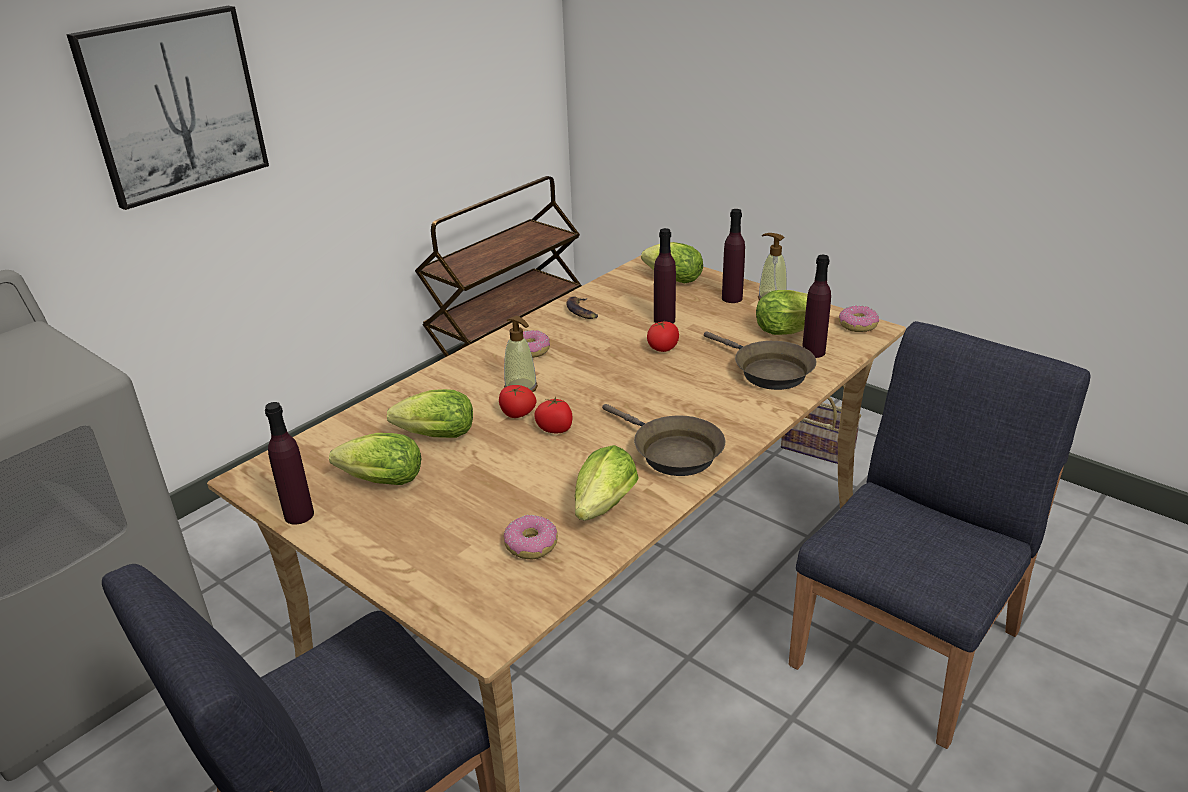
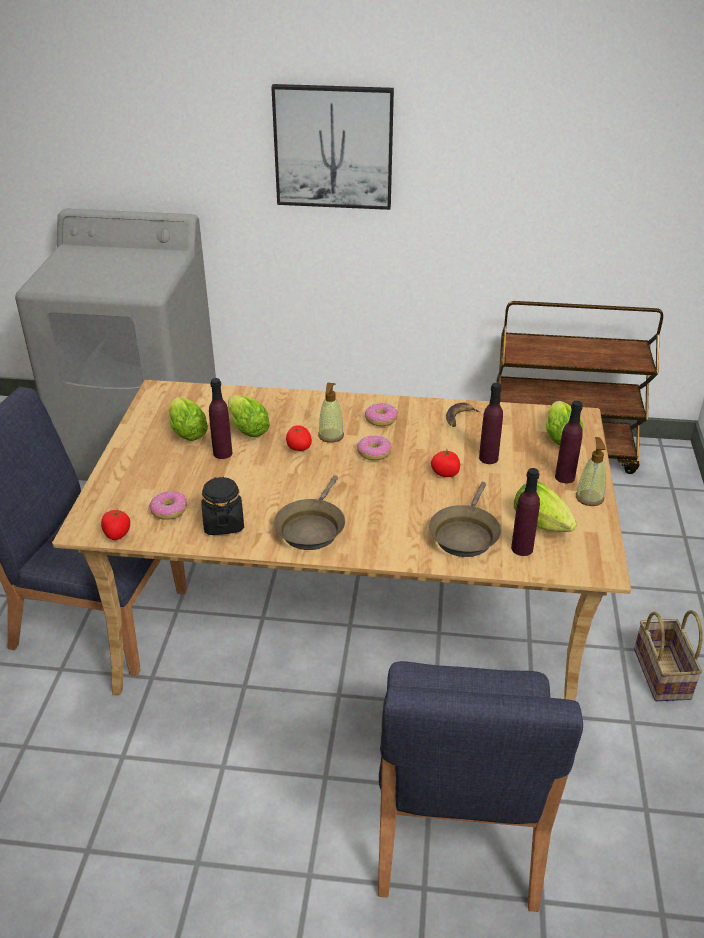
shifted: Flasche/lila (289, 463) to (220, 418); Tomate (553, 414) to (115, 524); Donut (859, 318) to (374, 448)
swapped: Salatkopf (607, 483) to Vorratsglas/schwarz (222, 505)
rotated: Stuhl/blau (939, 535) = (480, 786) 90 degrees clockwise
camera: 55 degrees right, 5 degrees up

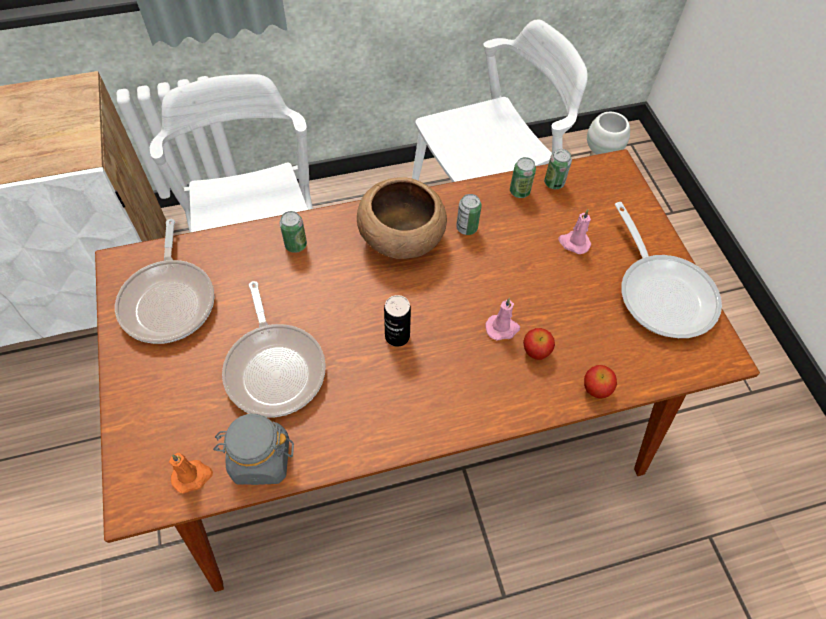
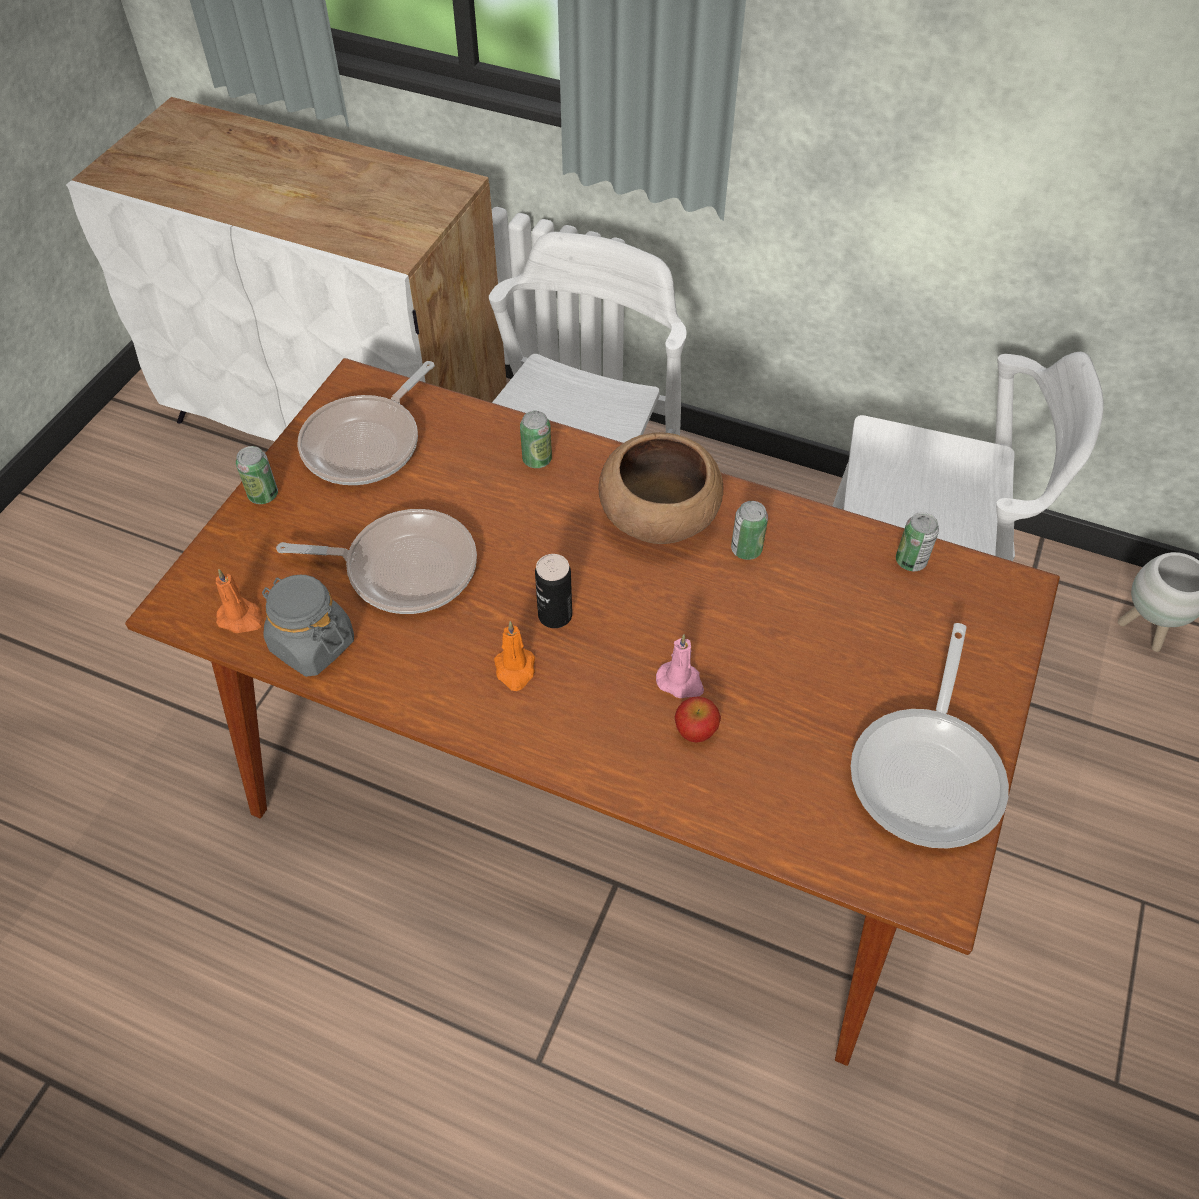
gone: Kerze/rosa (574, 231); Apfel (600, 382)
new: Kerze/orange (514, 656)
shifted: Dose (523, 177) to (257, 475)
rotated: Pfanne (274, 349) = (376, 561) 105 degrees counterclockwise
camera: 40 degrees right, 5 degrees down

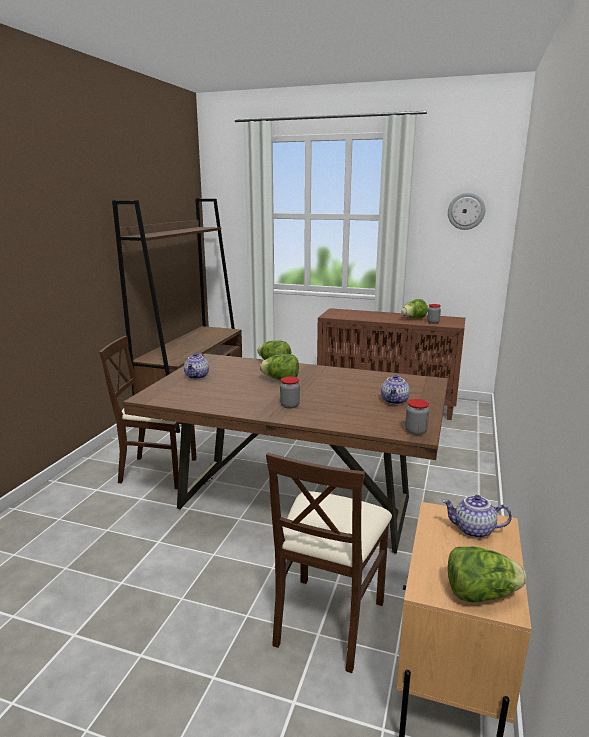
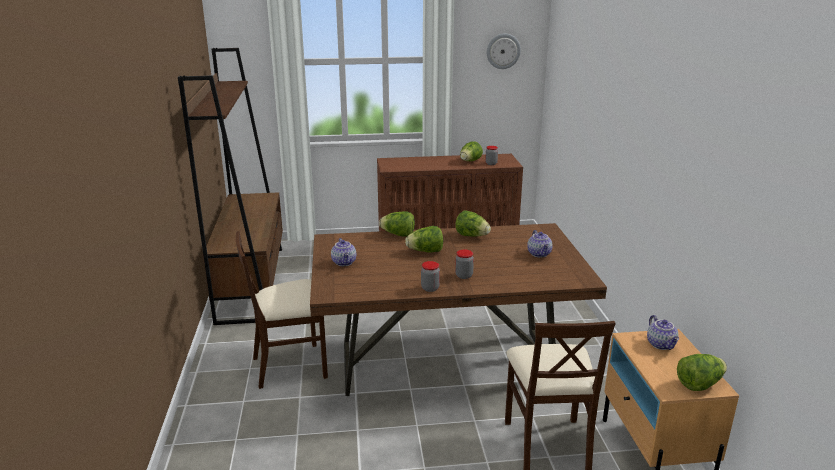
new: Salatkopf (473, 224)
shifted: Vorratsglas (417, 417) to (430, 276)
rotated: Teekanne (477, 516) = (663, 332) 90 degrees counterclockwise
camera: 25 degrees left, 5 degrees up

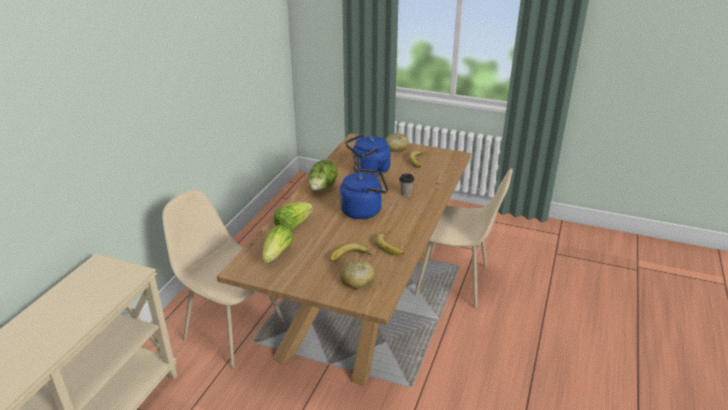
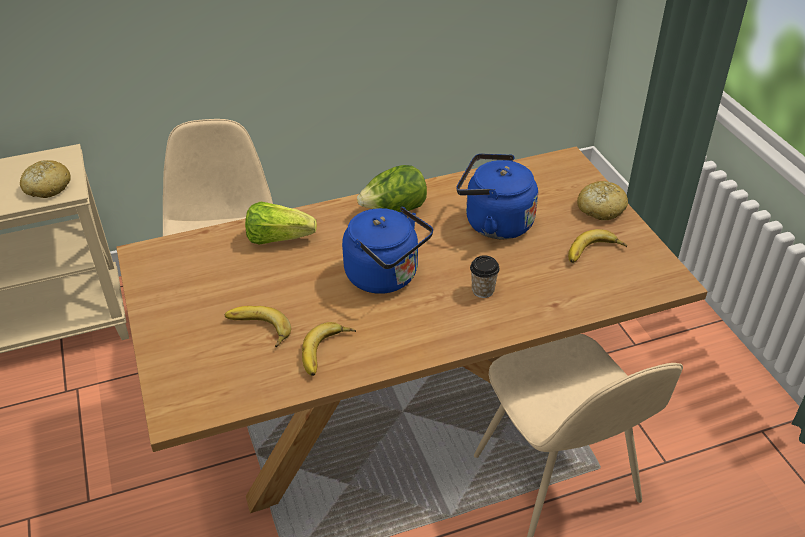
gone: Salatkopf (278, 243)
shifted: Brot (357, 274) to (45, 179)
camera: 50 degrees right, 10 degrees up

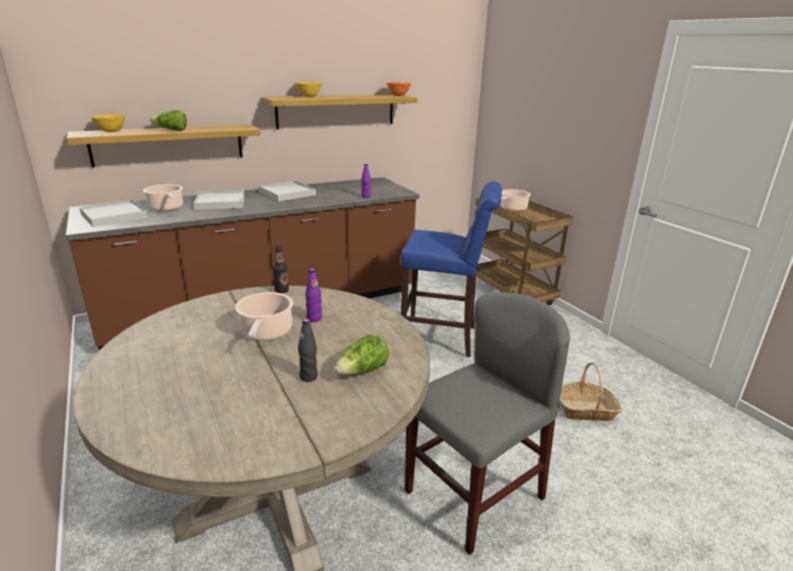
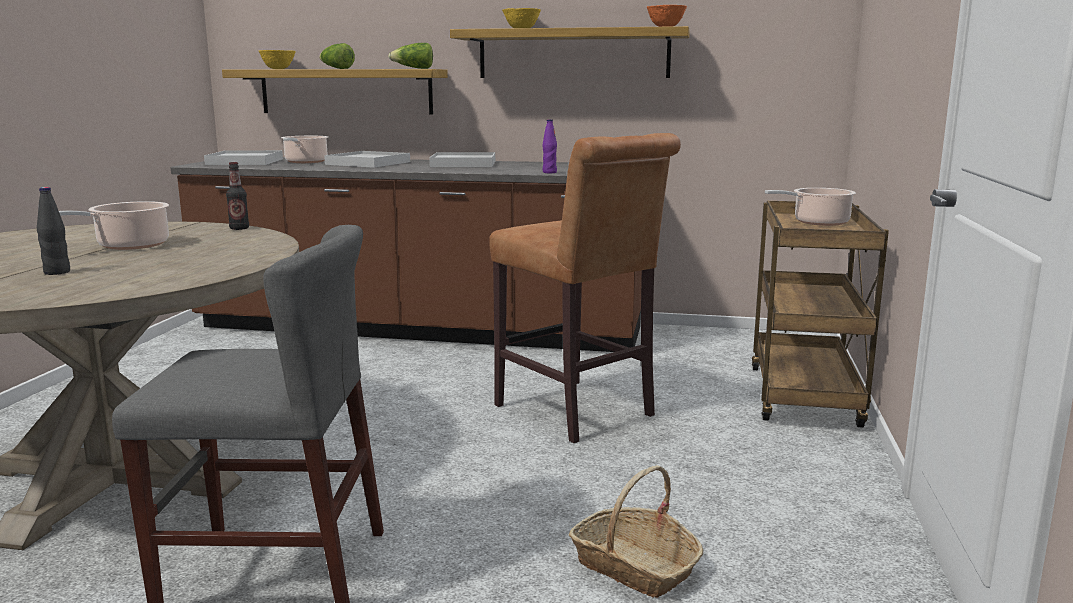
gone: Flasche/lila (313, 295)
shifted: Salatkopf (361, 355) to (410, 56)
repainted: Hocker/blau (451, 269) to Hocker/braun (585, 288)
camera: 40 degrees right, 10 degrees down

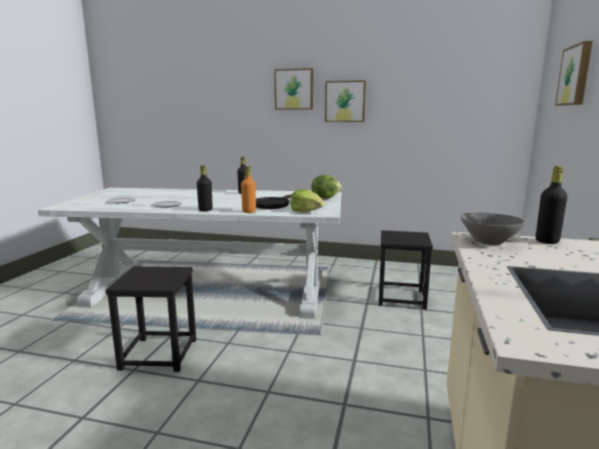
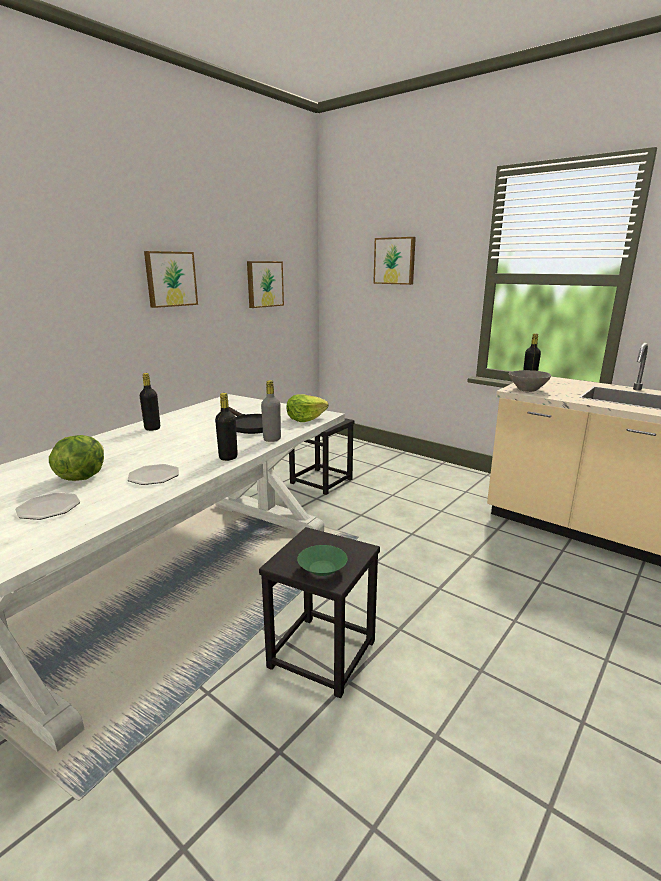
new: Schüssel/grün (322, 560)
shifted: Bild (293, 88) to (265, 284); Salatkopf (326, 187) to (76, 458)
repainted: Flasche/orange (248, 189) to Flasche/grau (271, 411)
camera: 65 degrees left, 5 degrees up

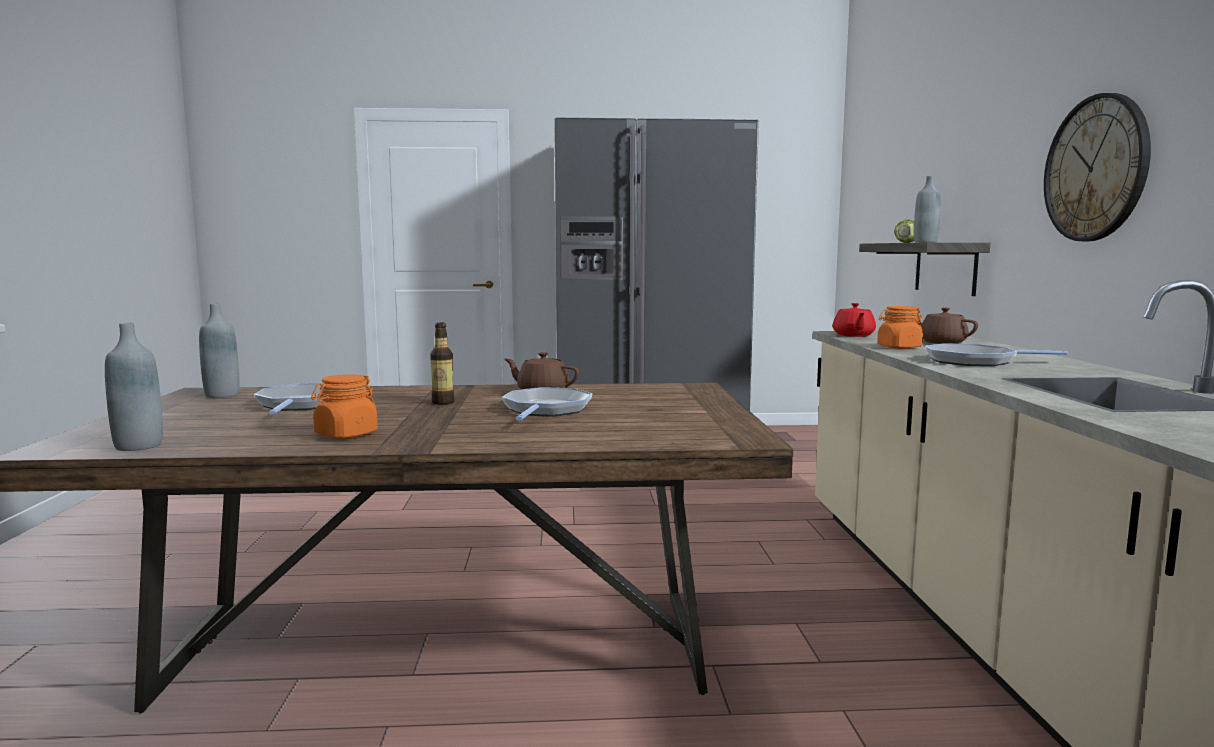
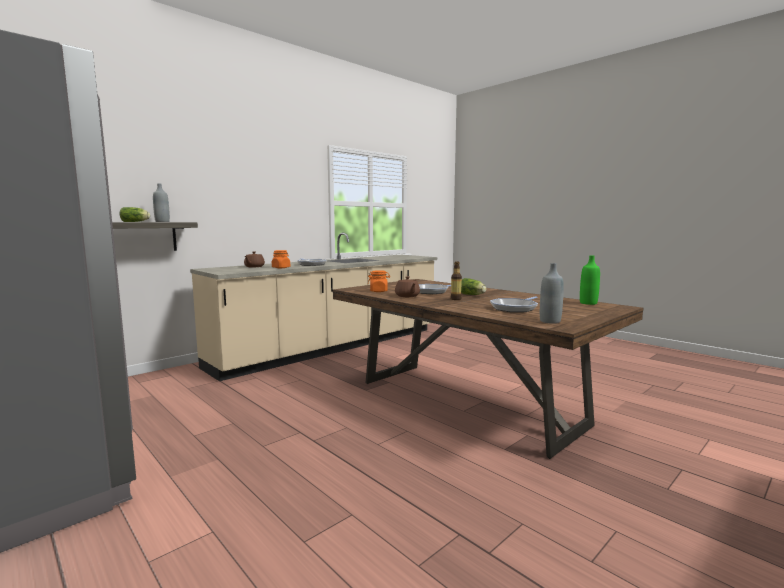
gone: Teekanne/rot (854, 320); Wanduhr (1097, 167)
new: Salatkopf (473, 286)
shifted: Vorratsglas/orange (344, 406) to (379, 281)
repainted: Flasche/grau (134, 387) to Flasche/grün (590, 280)
camera: 130 degrees left, 0 degrees up

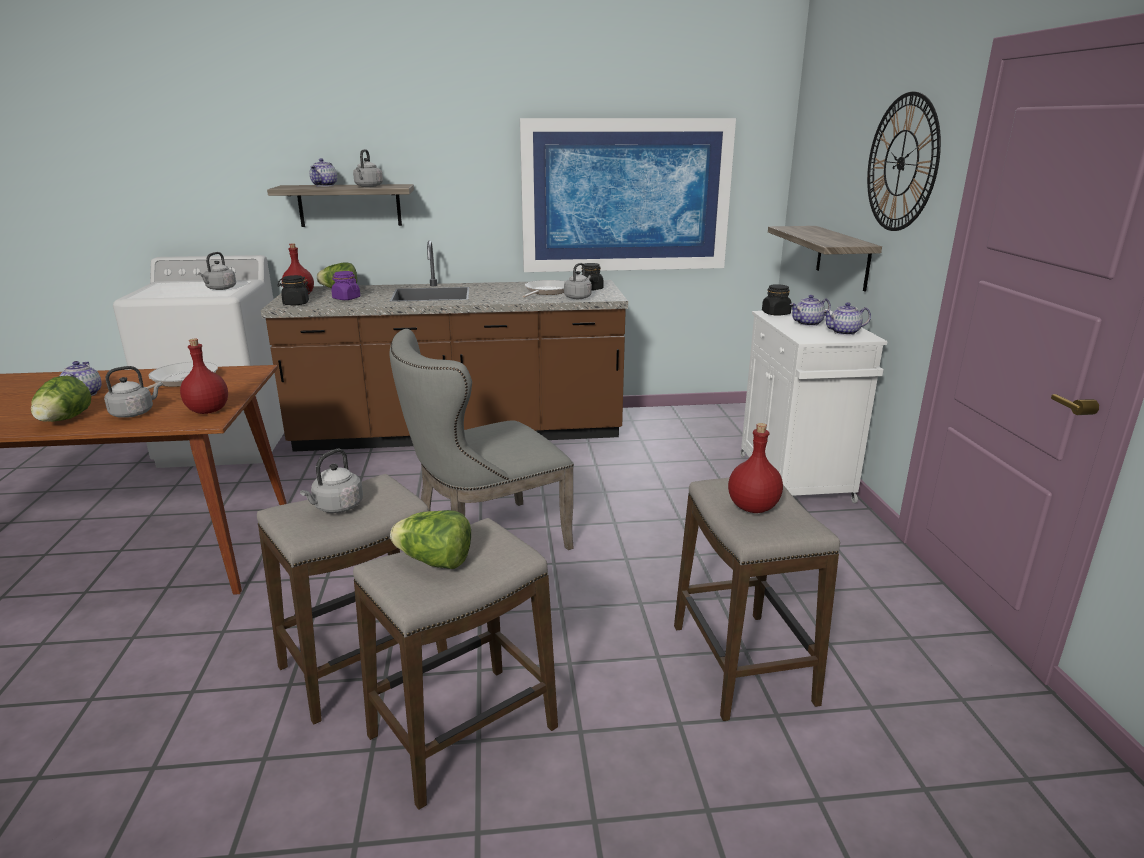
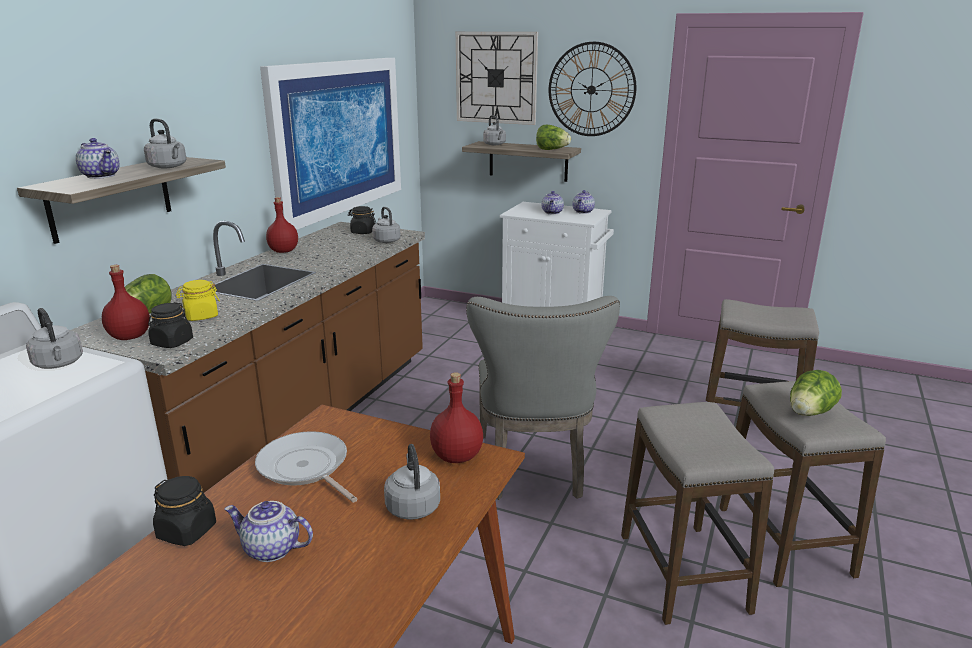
gone: Pfanne (543, 289)
new: Wanduhr (497, 78)
shifted: Salatkopf (61, 398) to (553, 137); Wasserkessel/grau (331, 481) to (494, 130); Flasche/rot (755, 468) to (282, 225); Vorratsglas/schwarz (777, 300) to (184, 511)
repainted: Vorratsglas/lila (346, 285) to Vorratsglas/gelb (198, 300)
camera: 60 degrees left, 0 degrees up

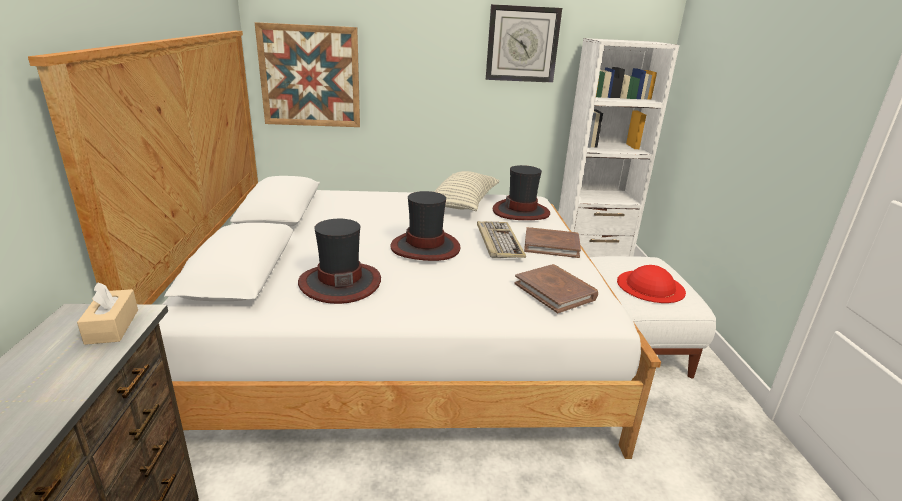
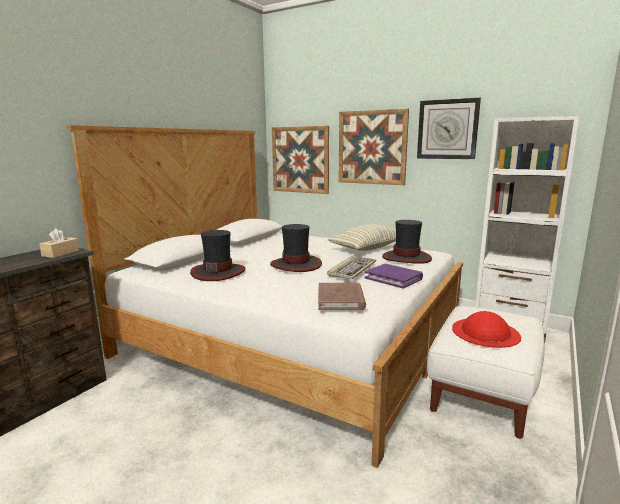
new: Bild (374, 147)
repainted: Buch/braun (552, 242) to Buch/lila (394, 276)
camera: 35 degrees right, 10 degrees down

